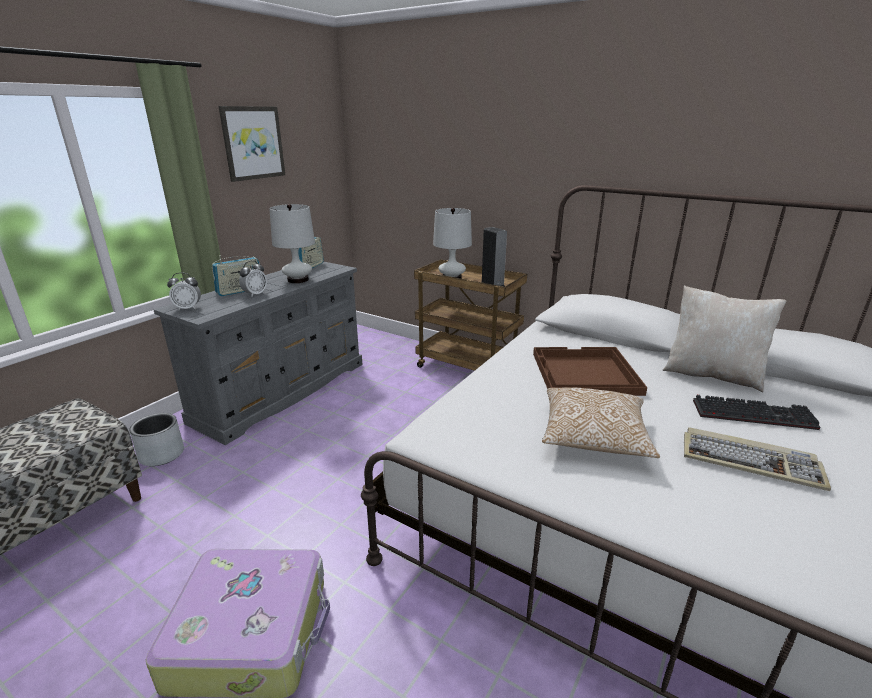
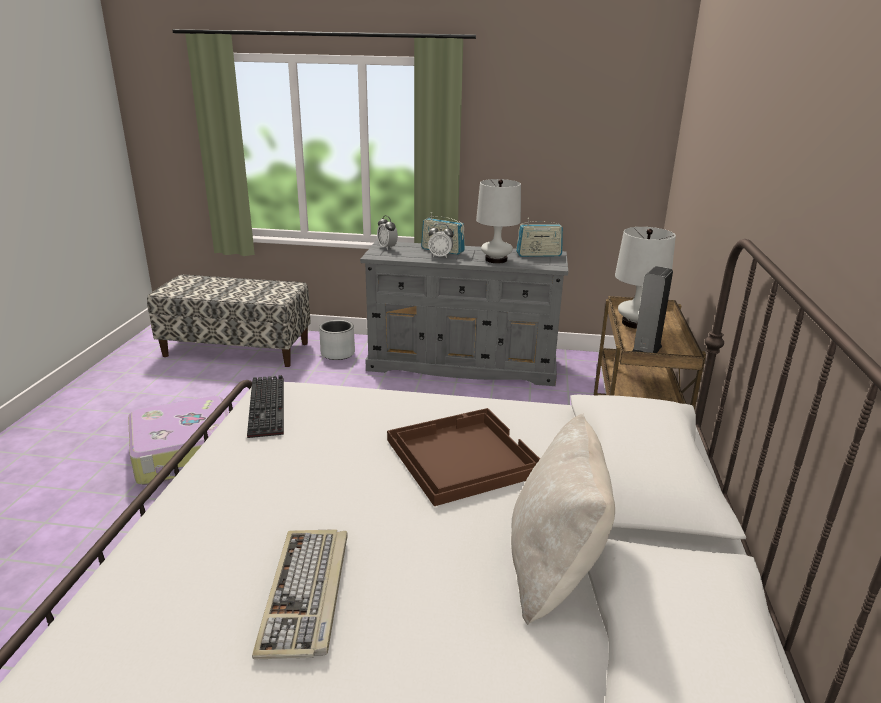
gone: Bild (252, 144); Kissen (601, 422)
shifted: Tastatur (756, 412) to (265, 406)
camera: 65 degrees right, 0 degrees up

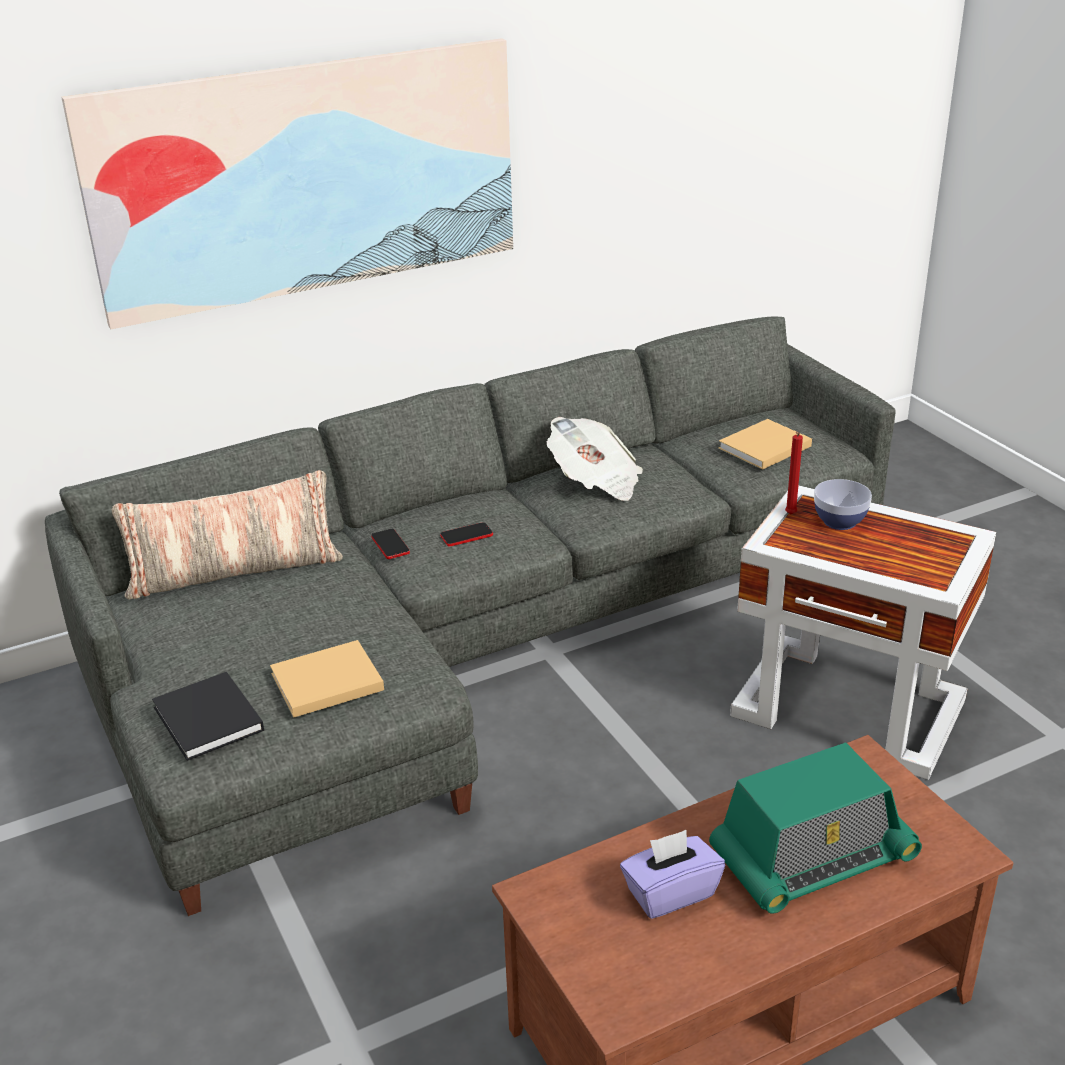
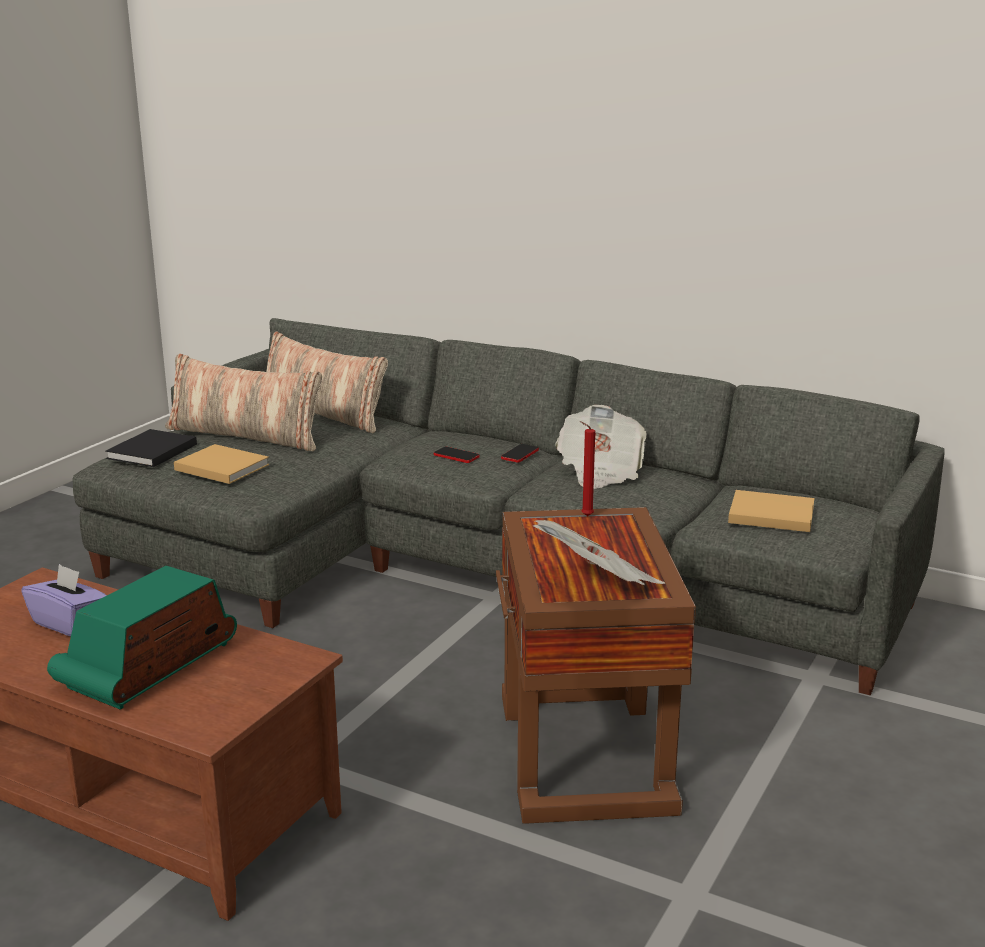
gone: Bild (287, 183); Schüssel (843, 504)
new: Kissen (243, 402); Zeitung (599, 552)
shifted: Handy (390, 544) to (520, 453)
repainted: Beistelltisch/weiß (863, 632) to Beistelltisch/braun (596, 665)
rotated: Radio (815, 828) = (142, 637) 90 degrees clockwise
camera: 55 degrees right, 10 degrees down

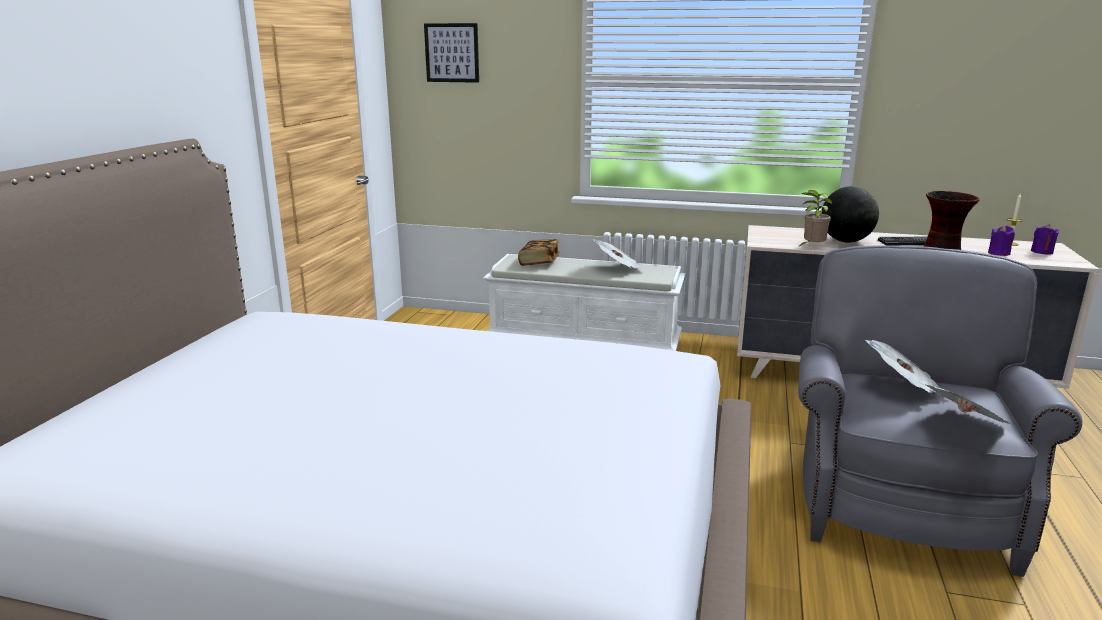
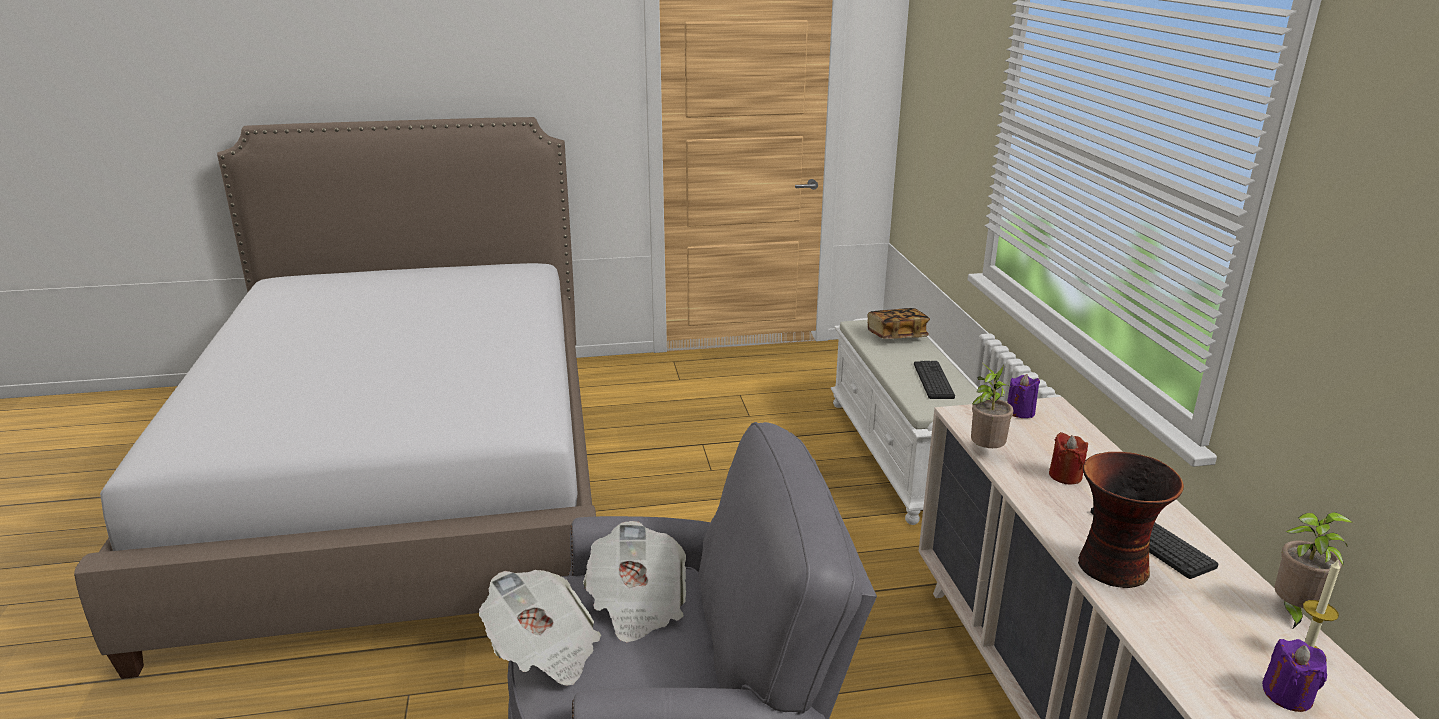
gone: Bild (451, 53)
new: Topfpflanze (1314, 571)
shifted: Kerze/lila (1001, 240) to (1023, 396)
swapped: Zeitung (618, 255) to Tastatur (934, 380); Globus (850, 214) to Kerze/rot (1068, 458)
camera: 65 degrees right, 5 degrees up

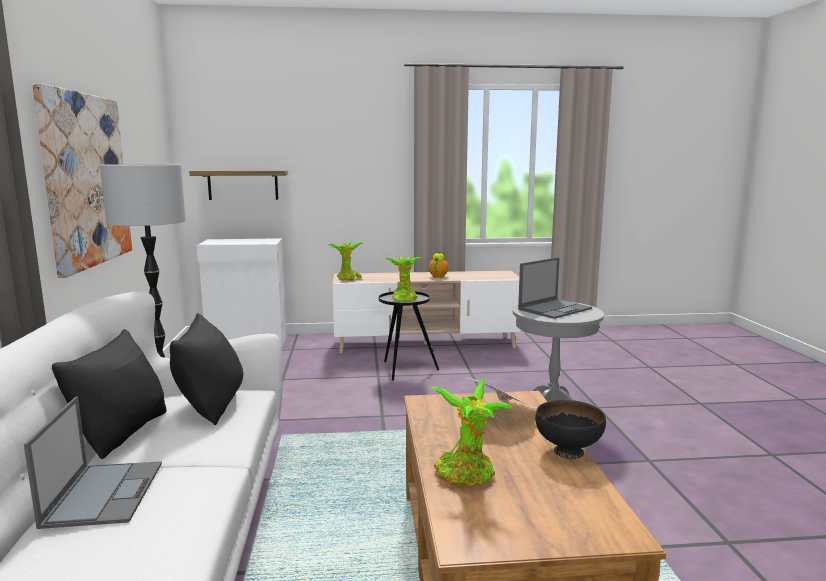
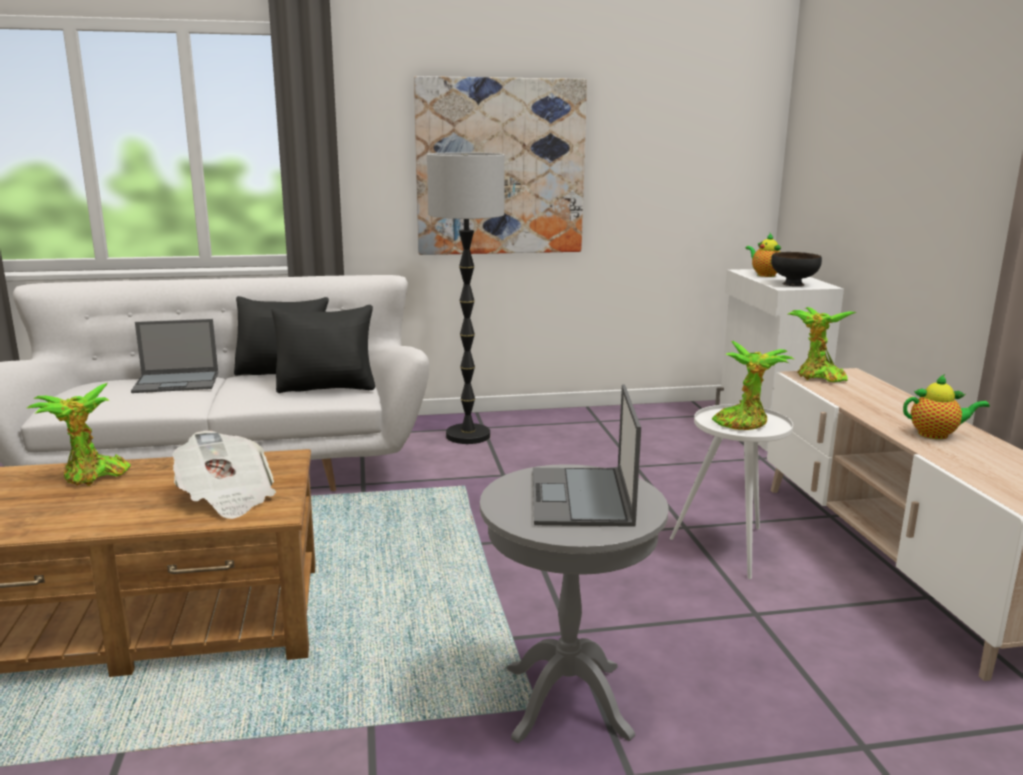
gone: Wandregal (238, 185)
new: Teekanne (764, 255)
shifted: Schüssel/schwarz (570, 429) to (796, 269)
repainted: Beistelltisch/schwarz (408, 336) to Beistelltisch/weiß (731, 491)
rotated: Laptop (555, 288) = (587, 456) 45 degrees clockwise
camera: 85 degrees right, 5 degrees up

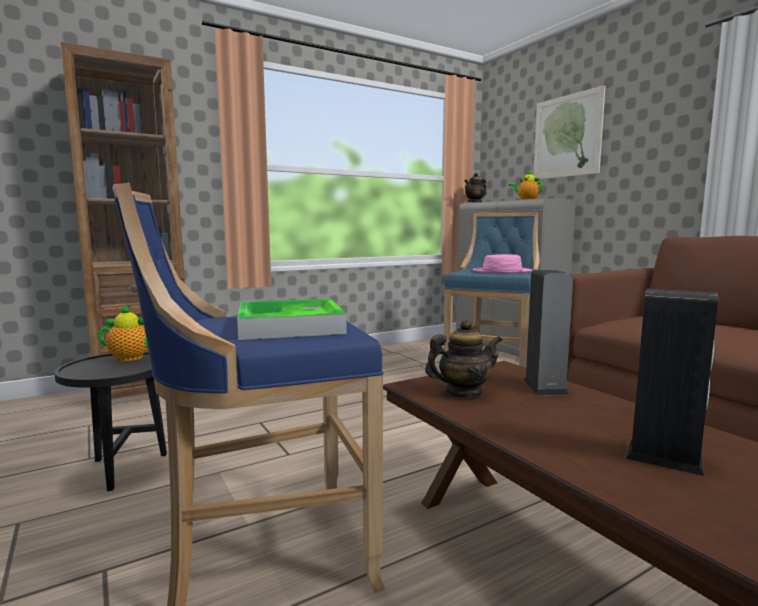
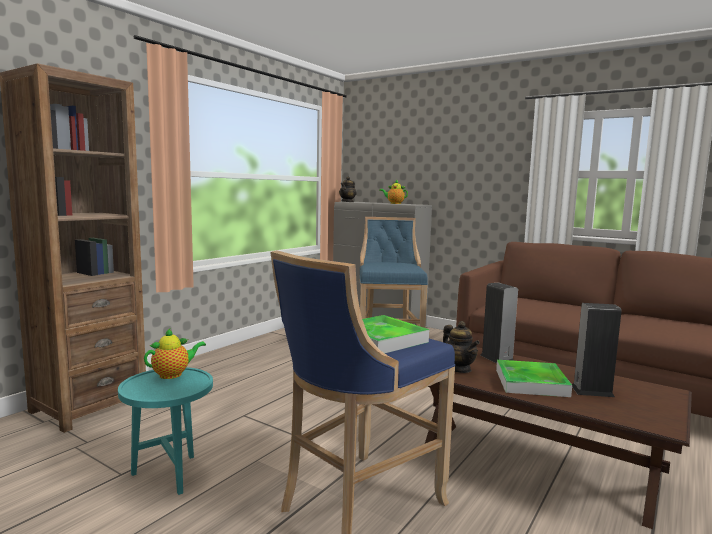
gone: Hut/rosa (502, 264); Bild (569, 132)
new: Tablett (534, 378)
repainted: Beistelltisch/schwarz (110, 421) to Beistelltisch/türkis (165, 431)
rotated: Teekanne (463, 358) = (461, 347) 105 degrees clockwise
camera: 25 degrees left, 0 degrees up

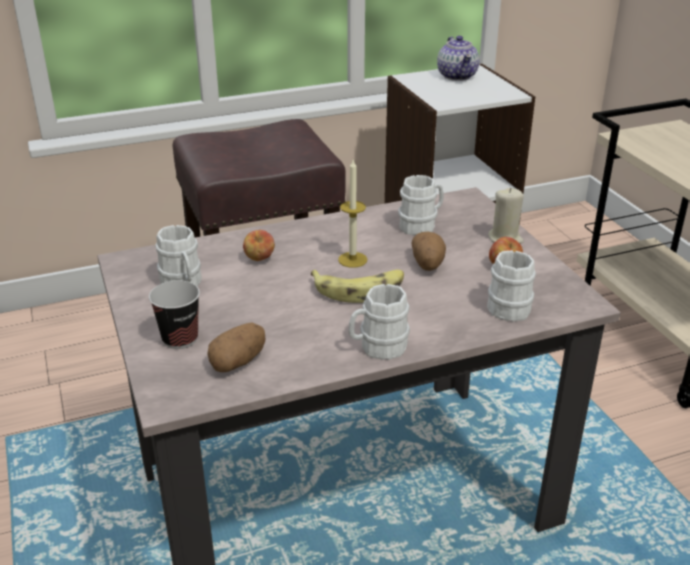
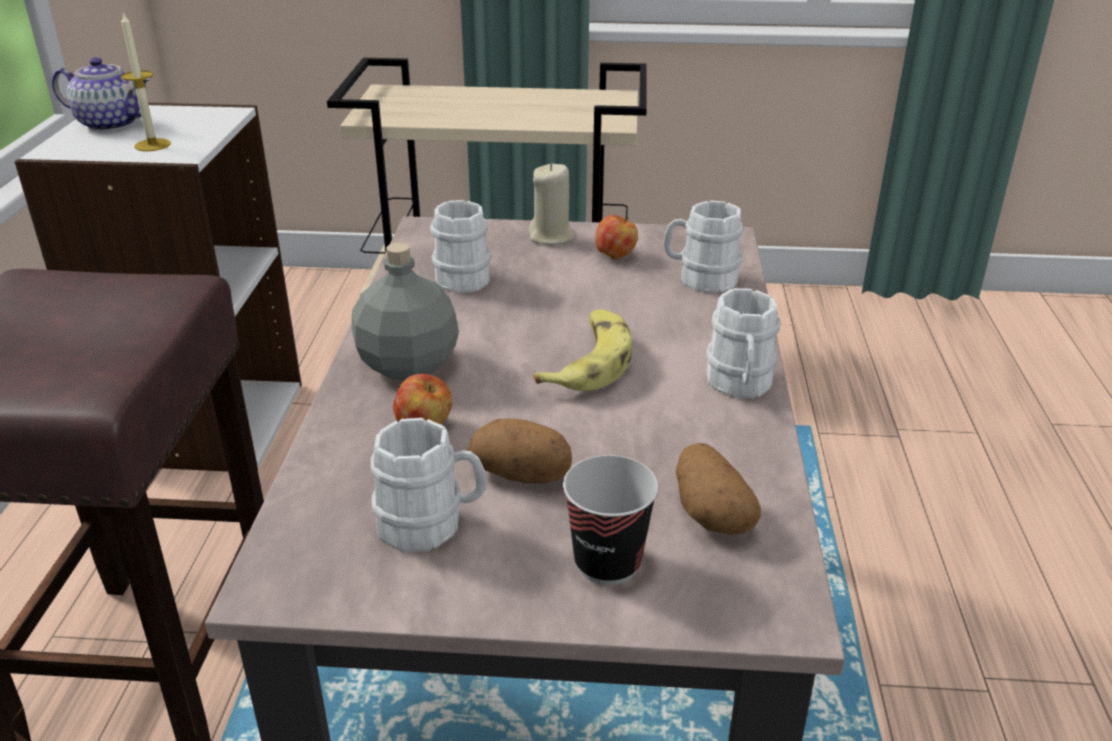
new: Flasche/grau (405, 311)
shifted: Kerze (352, 214) to (146, 81); Kartoffel (428, 251) to (519, 451)
camera: 65 degrees left, 0 degrees up

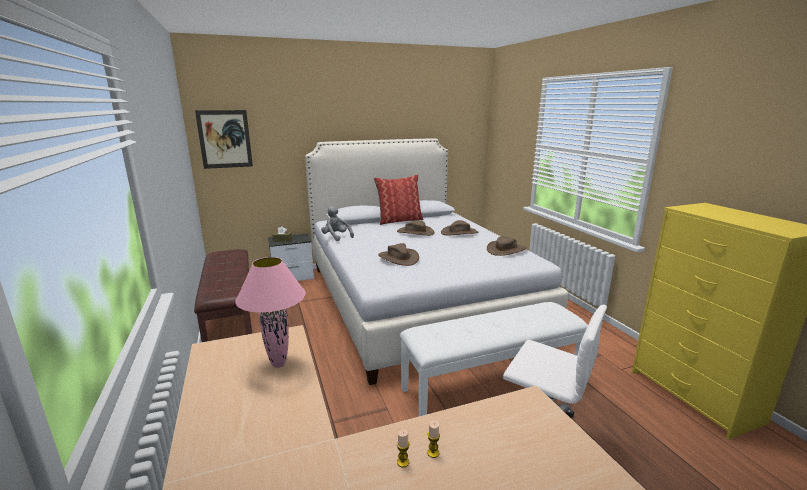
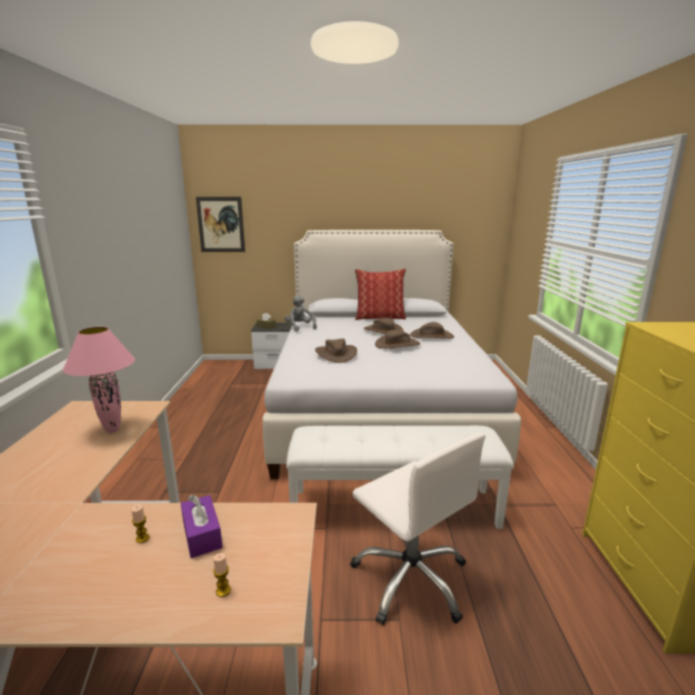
gone: Bank/braun (223, 295)
new: Taschentuchbox/lila (202, 526)
shifted: Kerze (403, 449) to (222, 575); Hut/braun (507, 246) to (397, 339)
camera: 20 degrees right, 0 degrees up

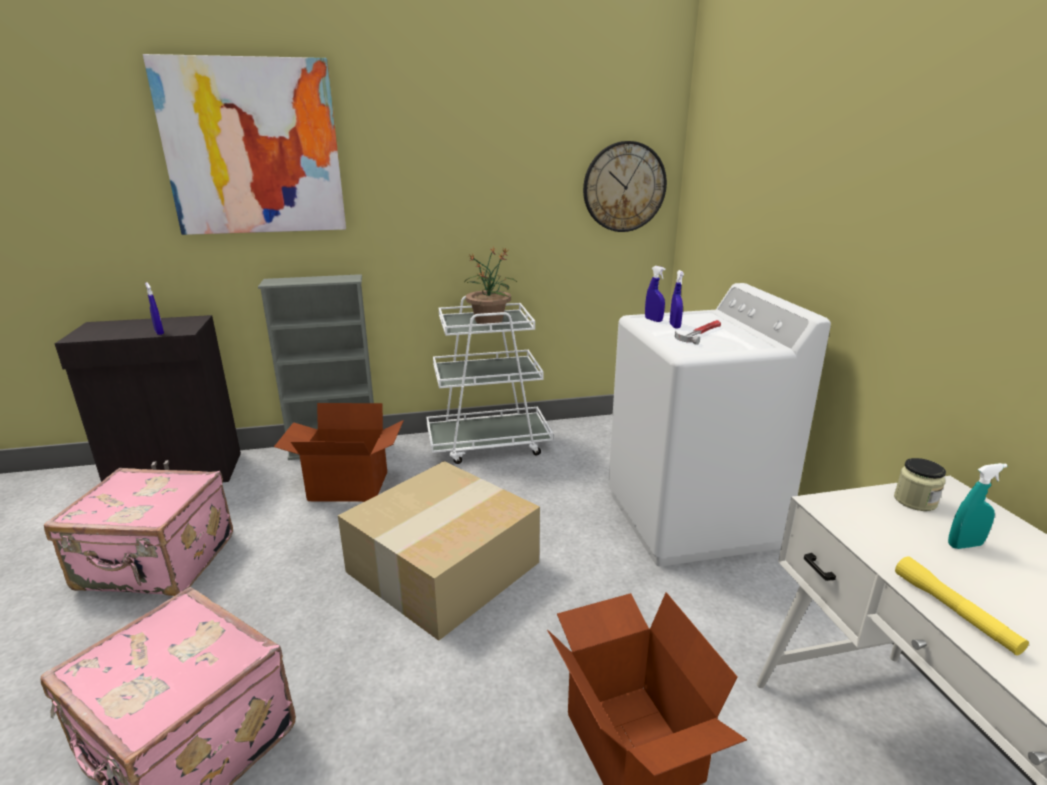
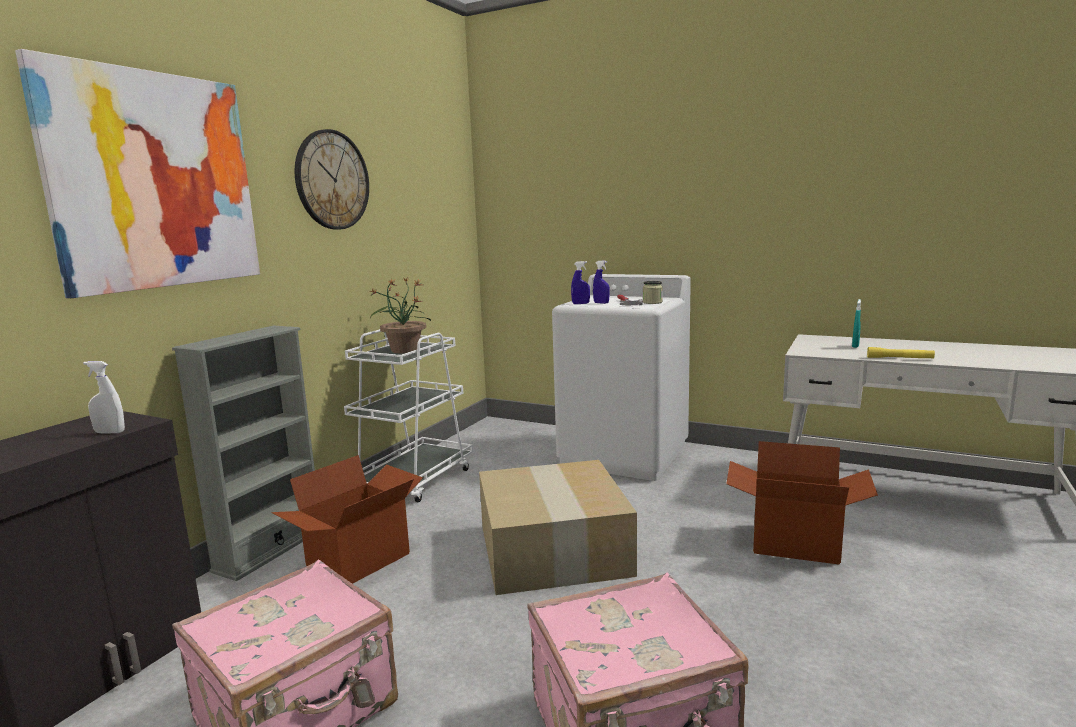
shifted: Wanduhr (625, 186) to (332, 179); Vorratsglas (920, 484) to (653, 292)
repainted: Sprühflasche/blau (154, 308) to Sprühflasche/weiß (104, 397)
camera: 50 degrees left, 10 degrees down

